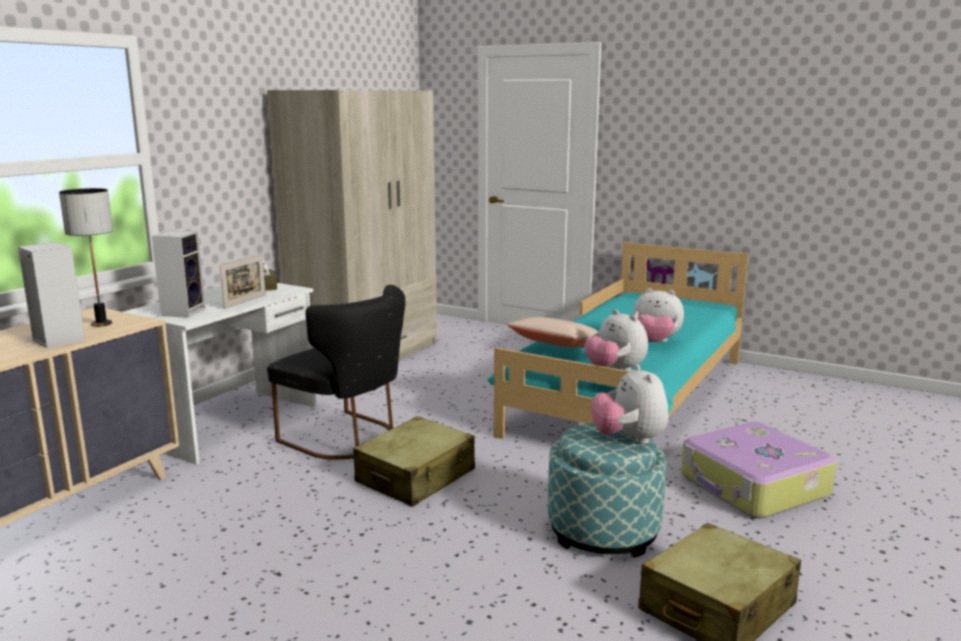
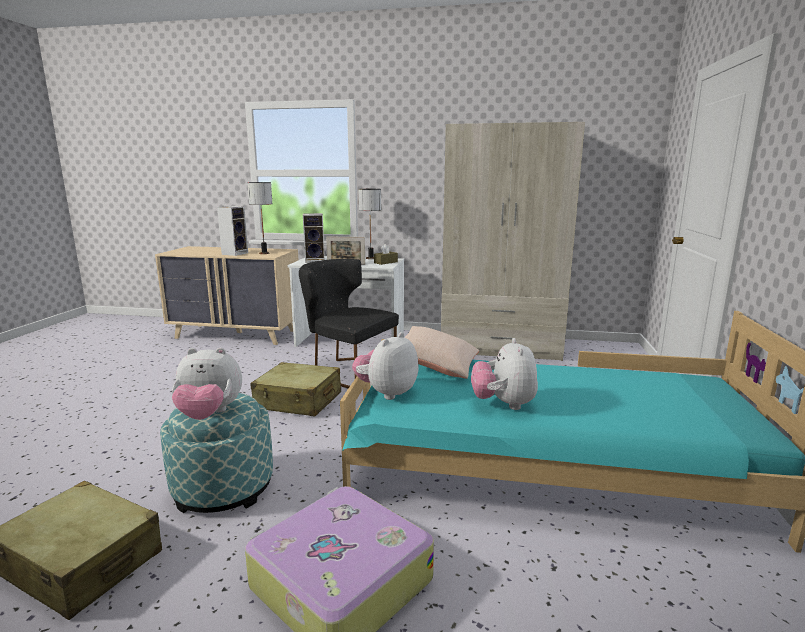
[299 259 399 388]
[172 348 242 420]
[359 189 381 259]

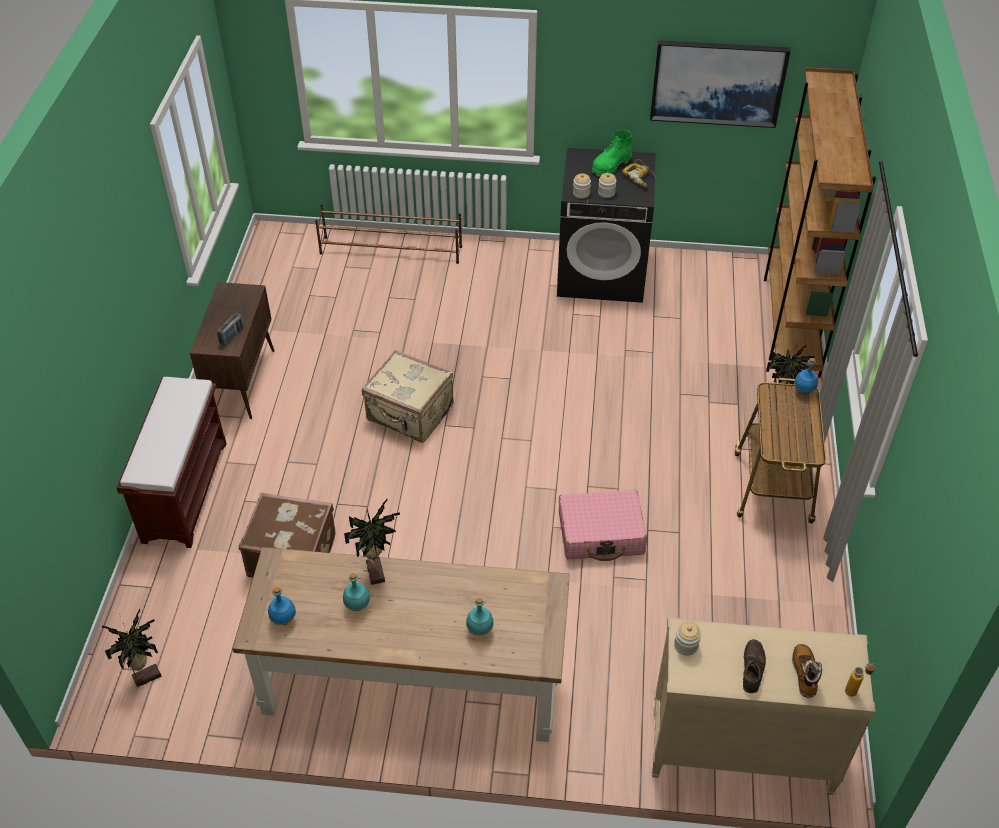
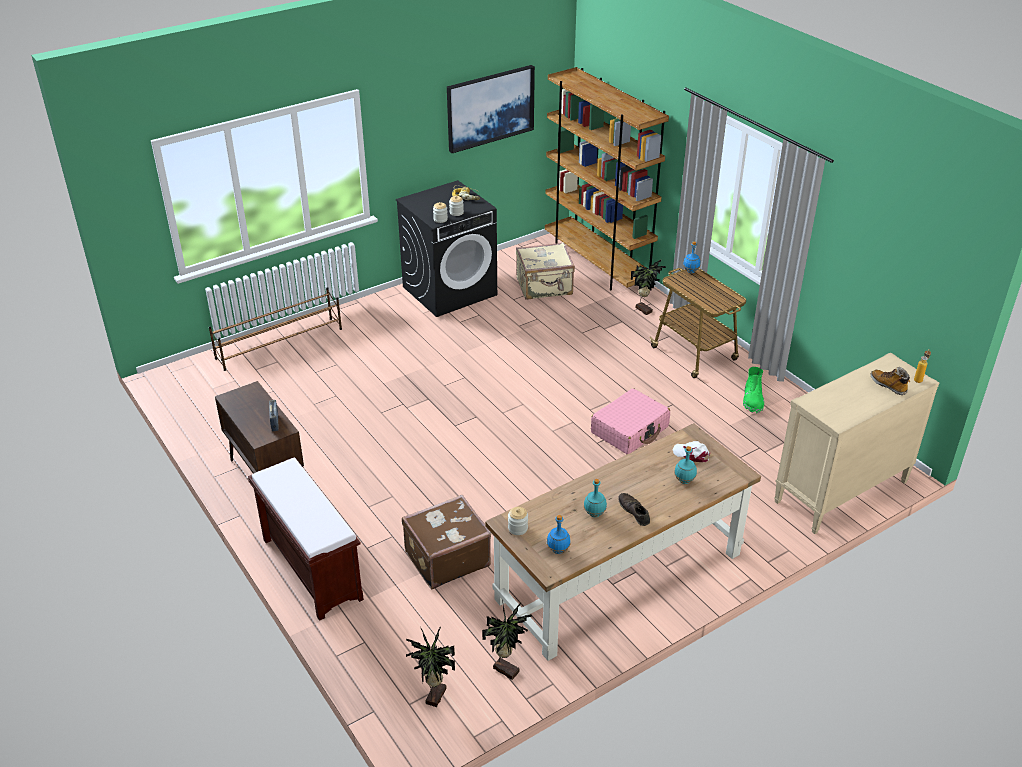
[743 367 764 413]
[516 242 575 300]
[482 600 532 680]
[508 507 528 535]
[618 493 650 526]
[672 441 710 462]

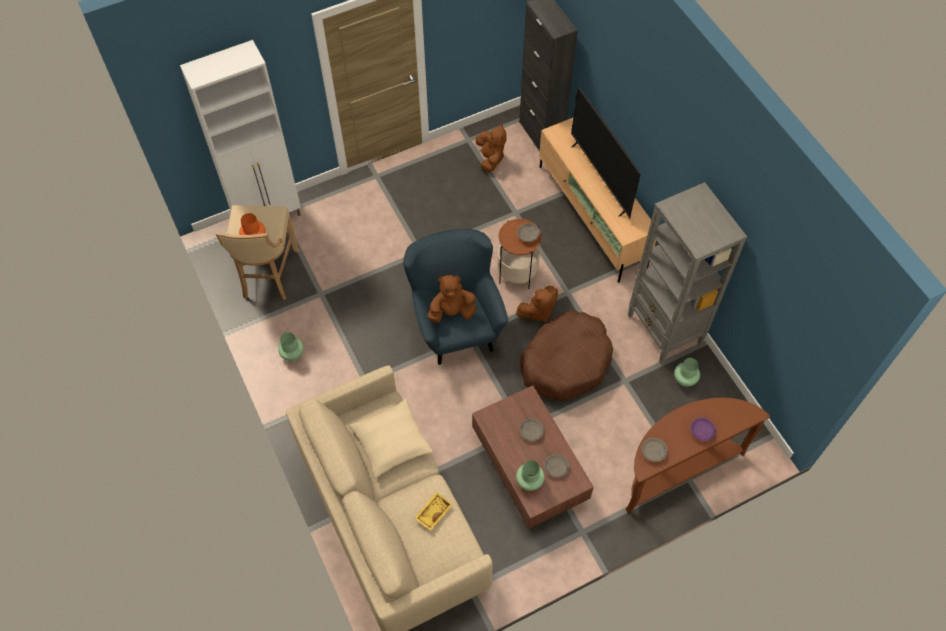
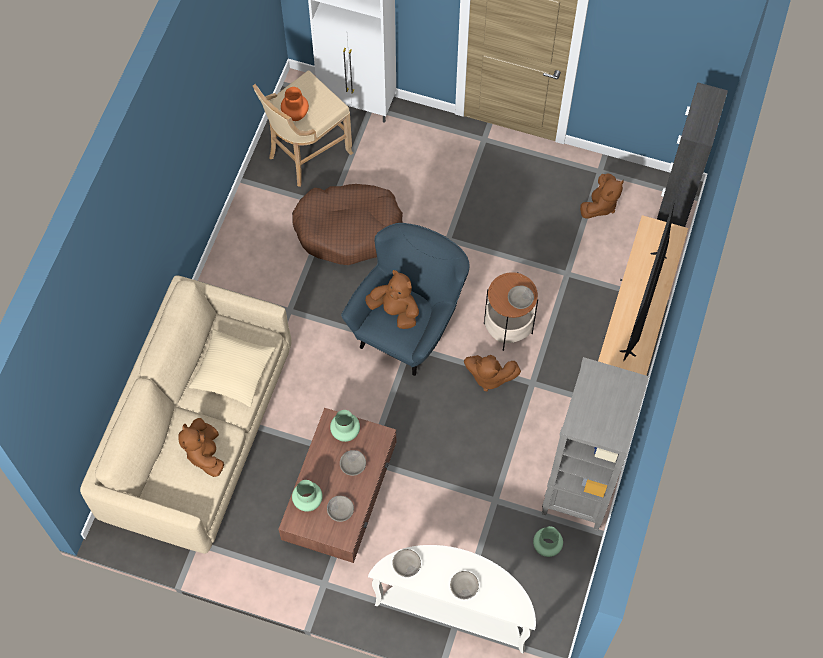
[292 184 403 265]
[330 410 360 442]
[368 545 536 654]
[450 571 479 599]
[178 418 224 477]

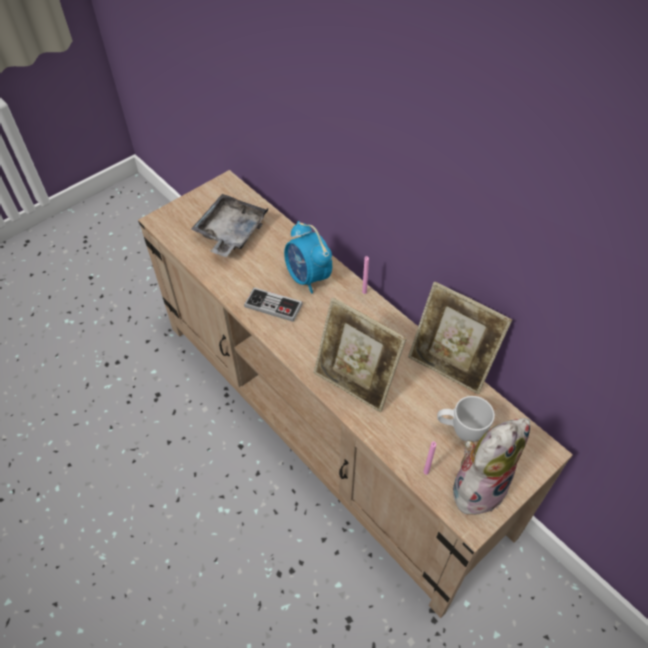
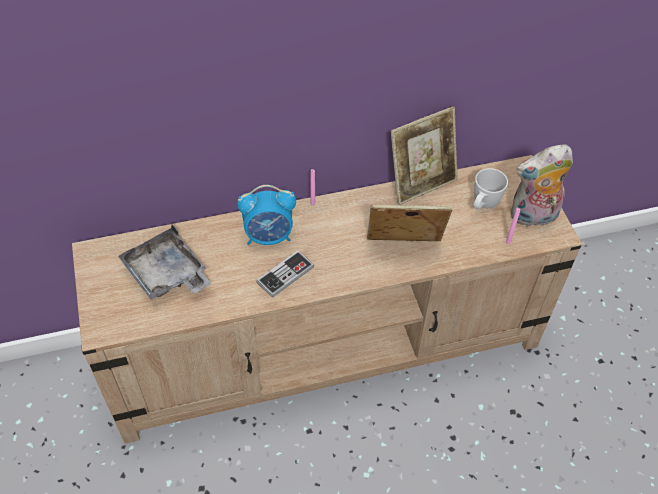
[367 204 453 241]
[510 144 573 227]

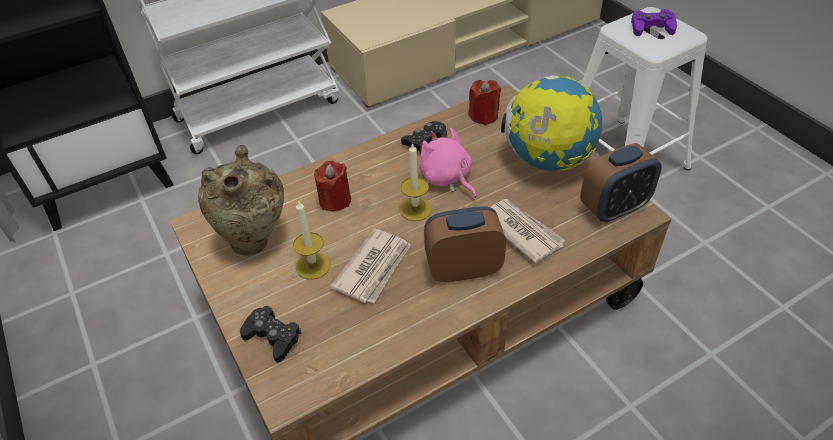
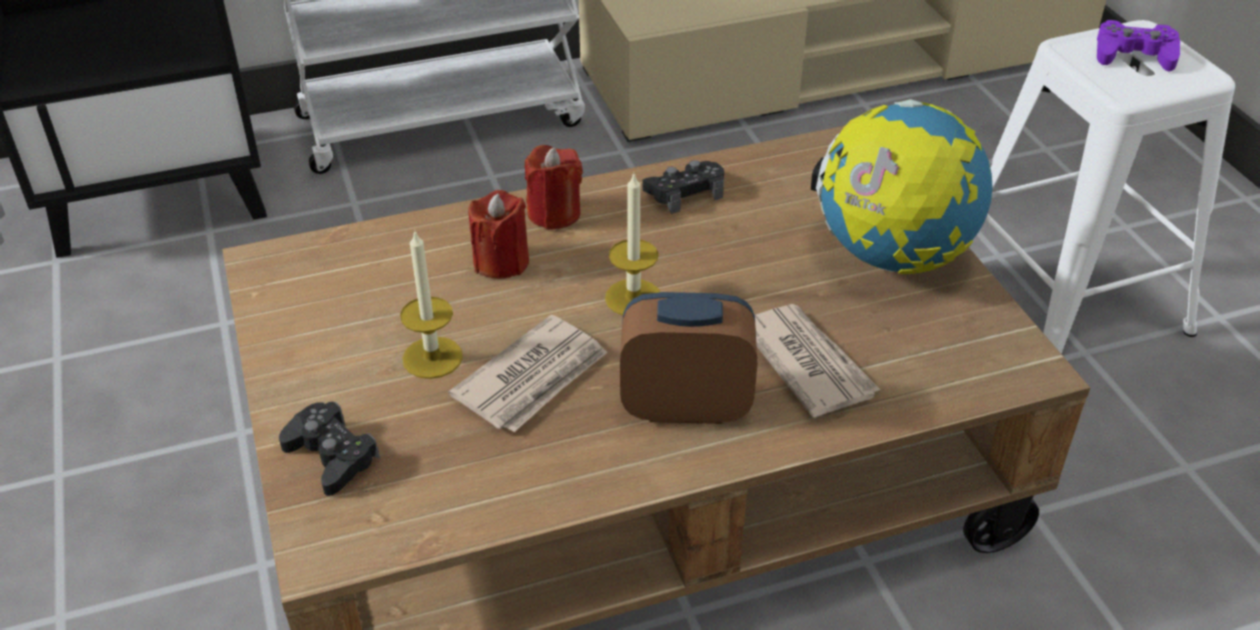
[525 145 583 230]
[419 128 476 198] (first image)
[580 143 662 223] (first image)
[198 145 284 256] (first image)

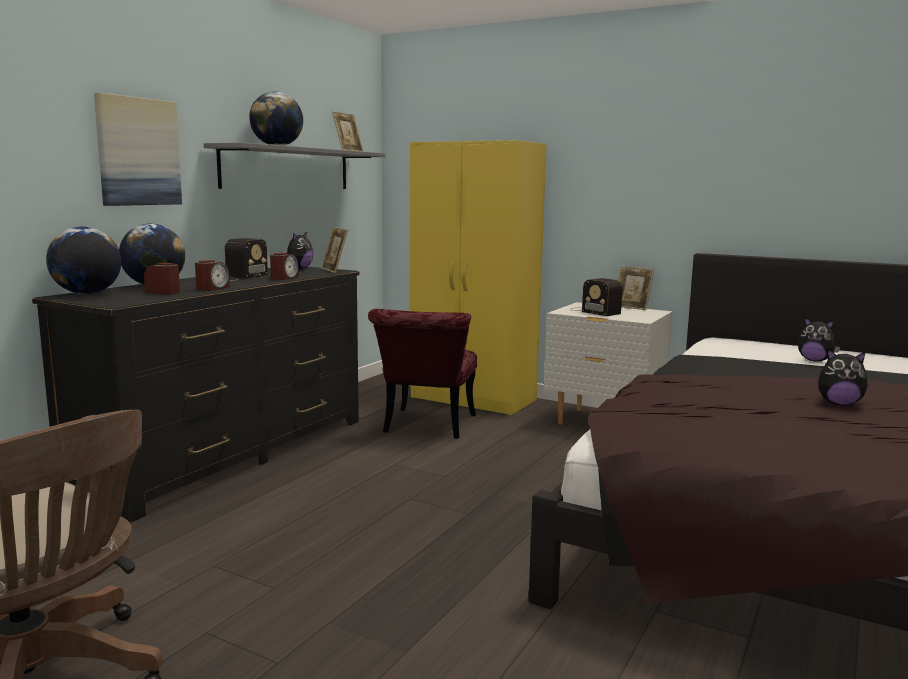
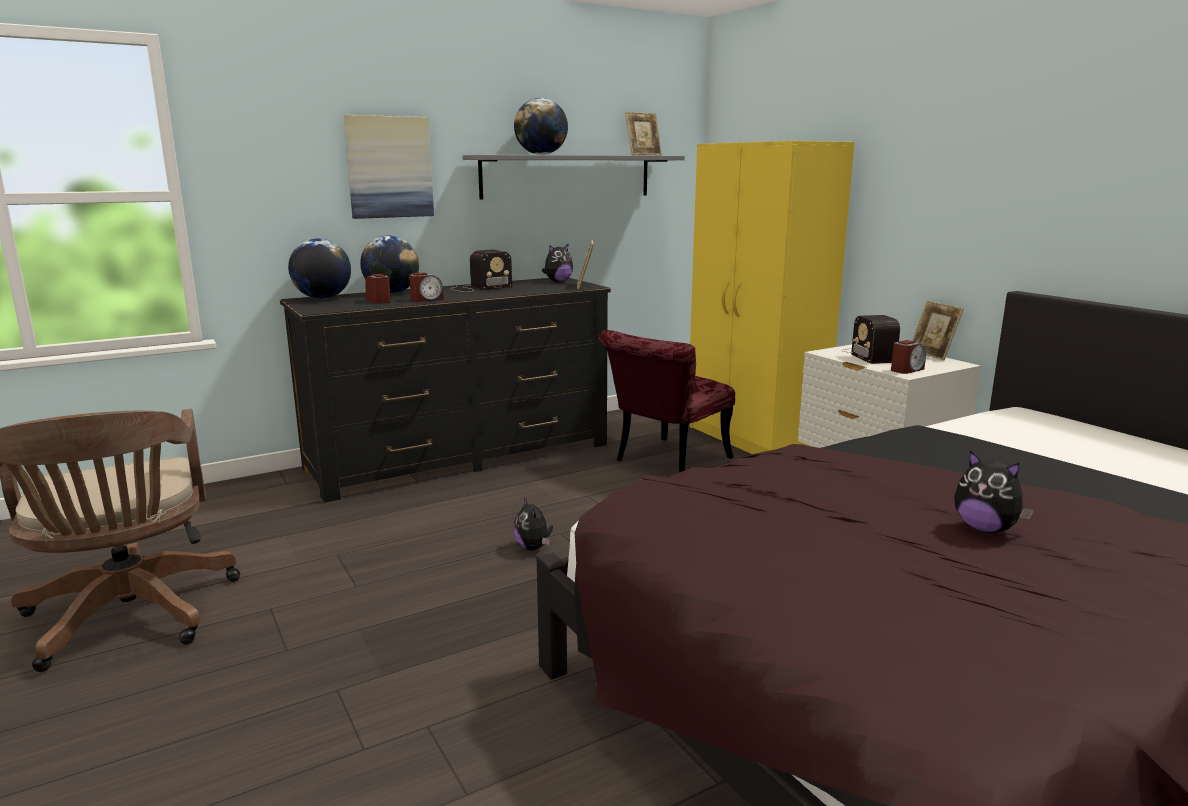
[891 340 926 374]
[513 497 553 551]

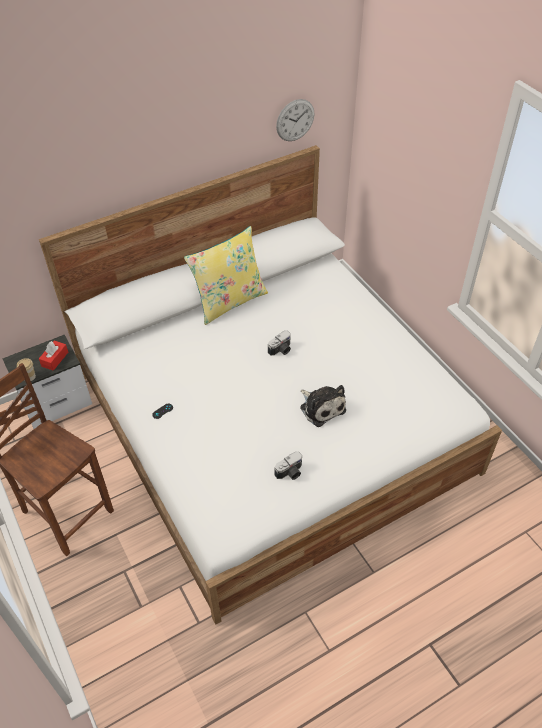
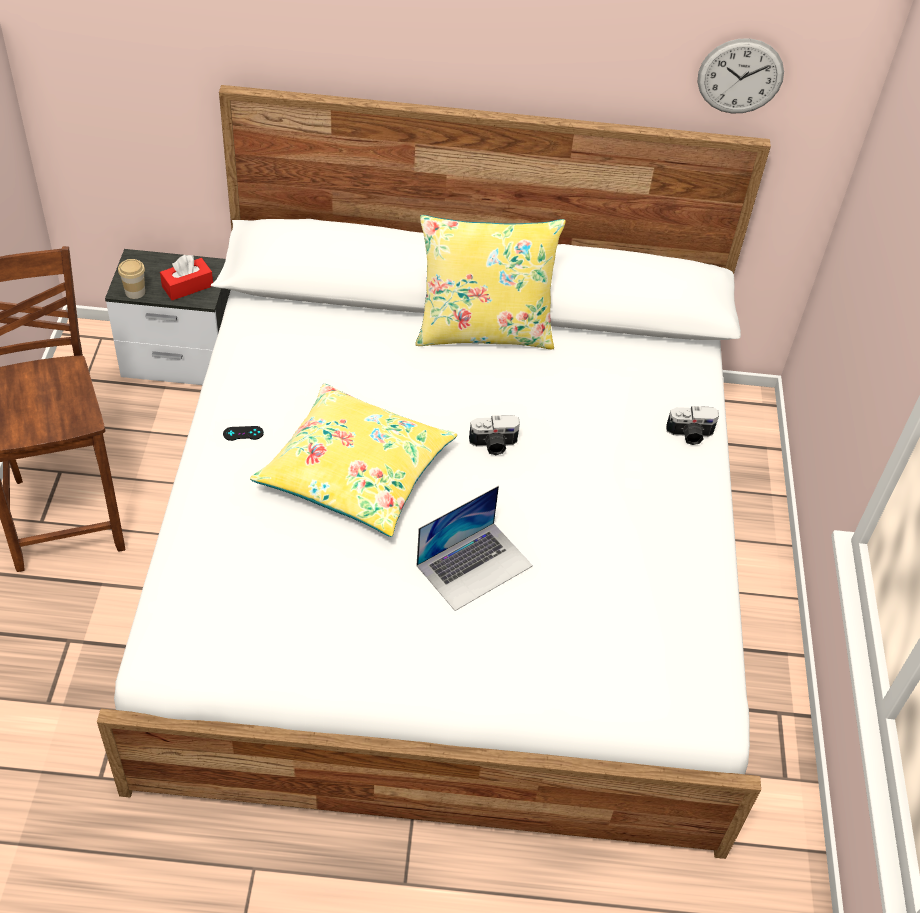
[417 485 533 611]
[666 406 719 445]
[250 384 457 537]

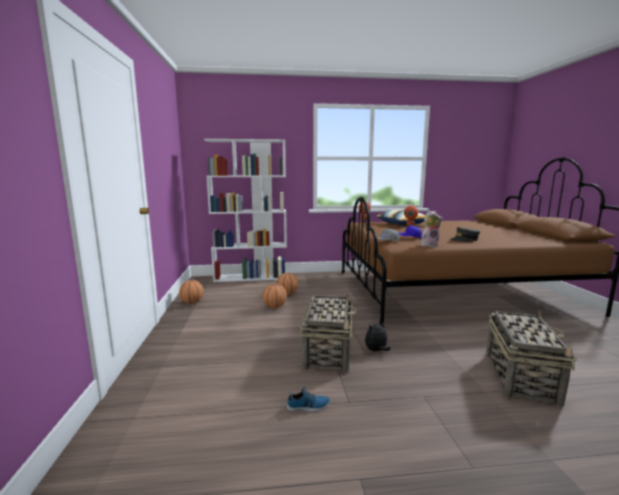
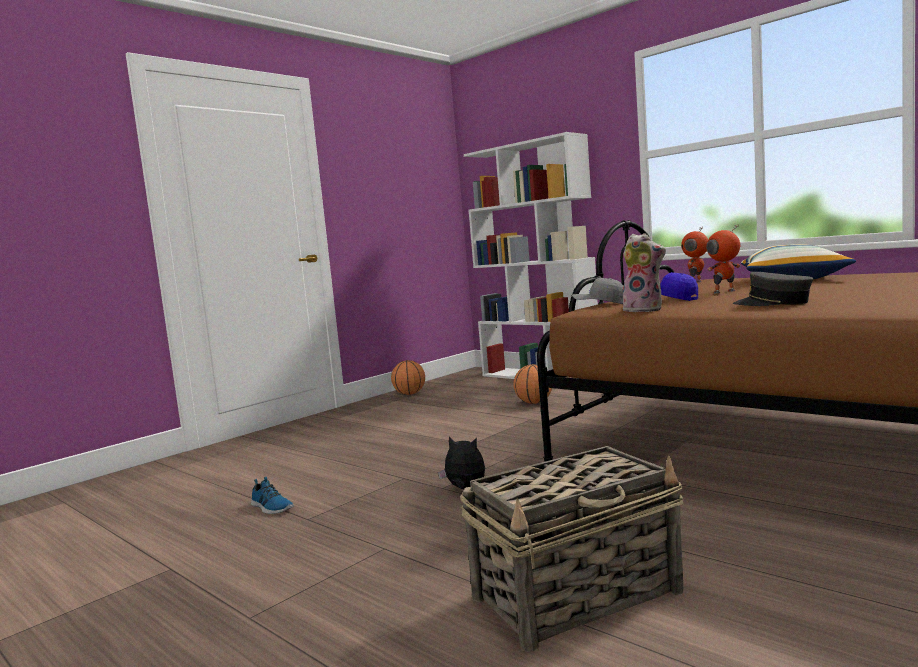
[262 283 287 308] (first image)
[300 292 356 373] (first image)

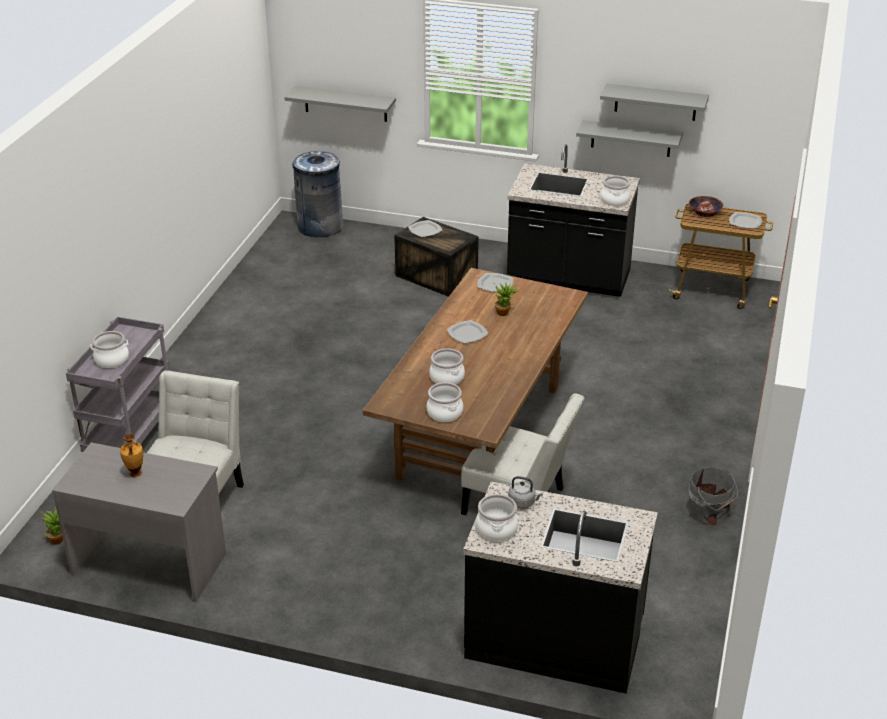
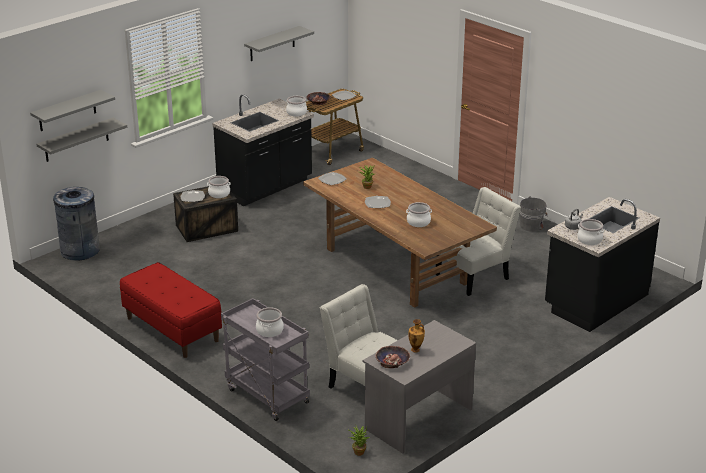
[30 90 115 131]
[207 176 231 198]
[120 262 222 358]
[375 346 410 368]

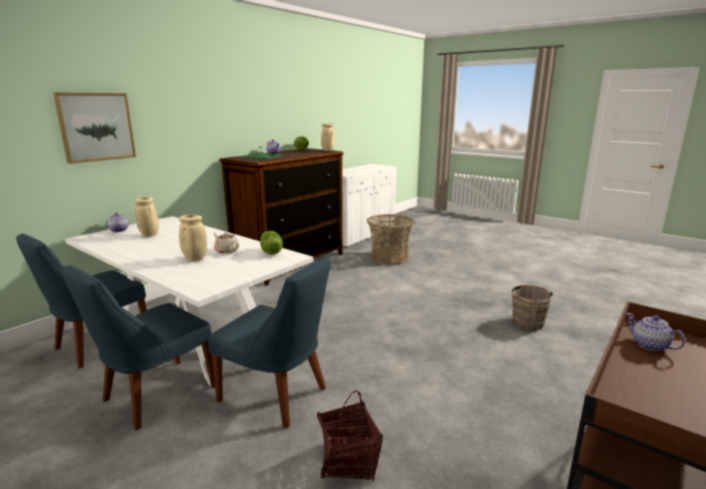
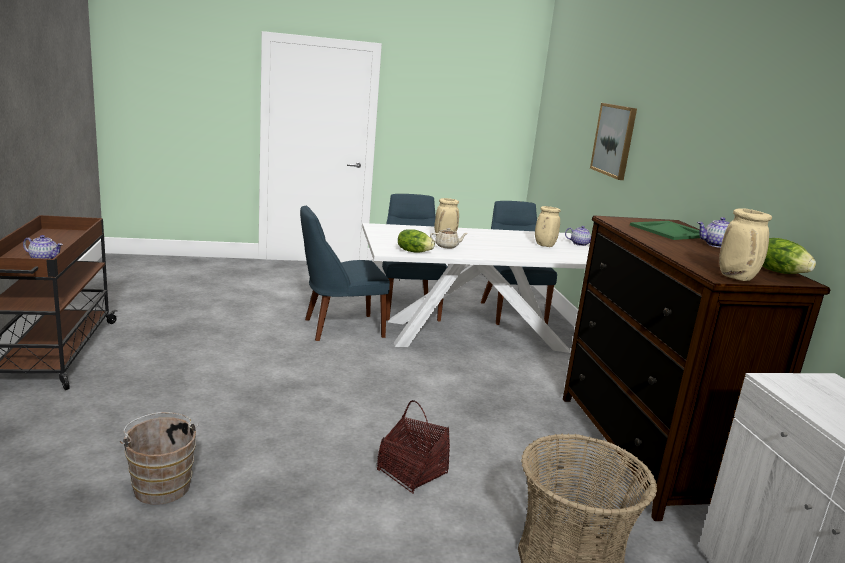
[377 400 450 494]

